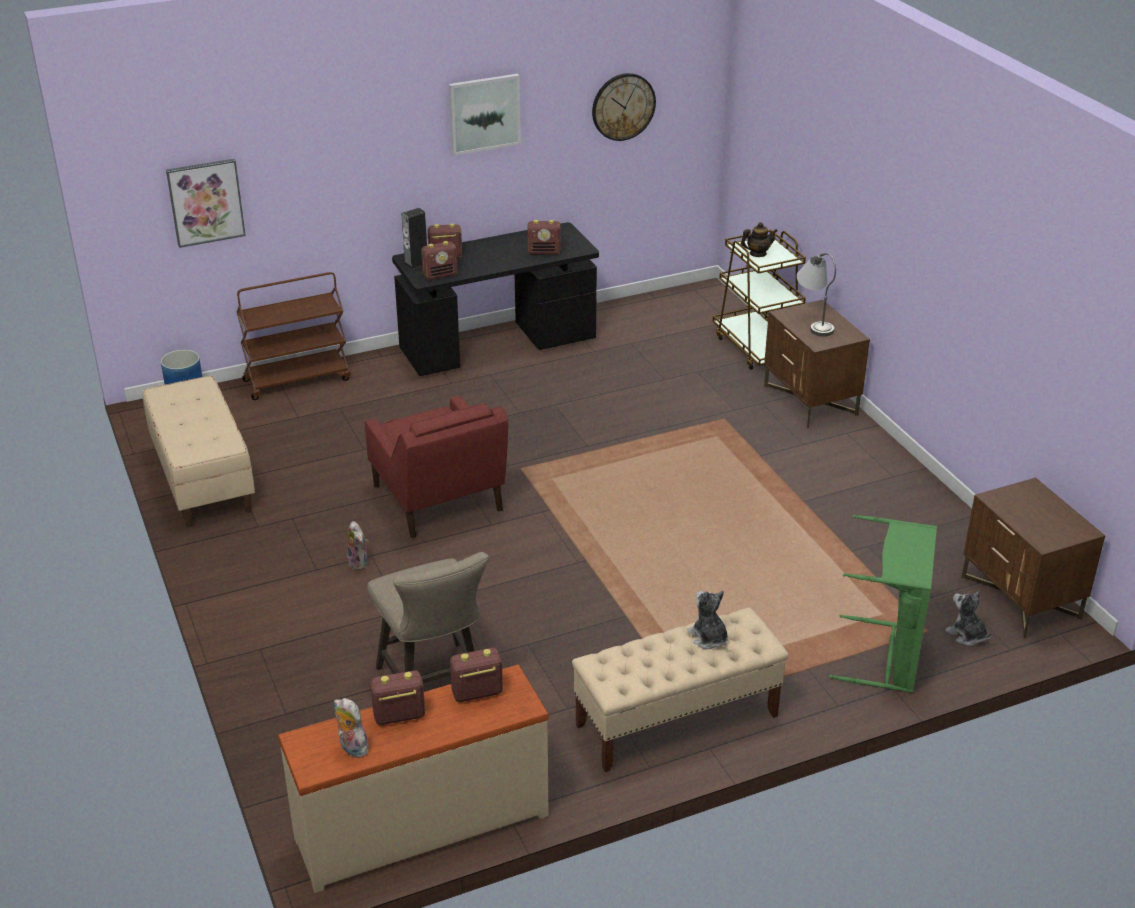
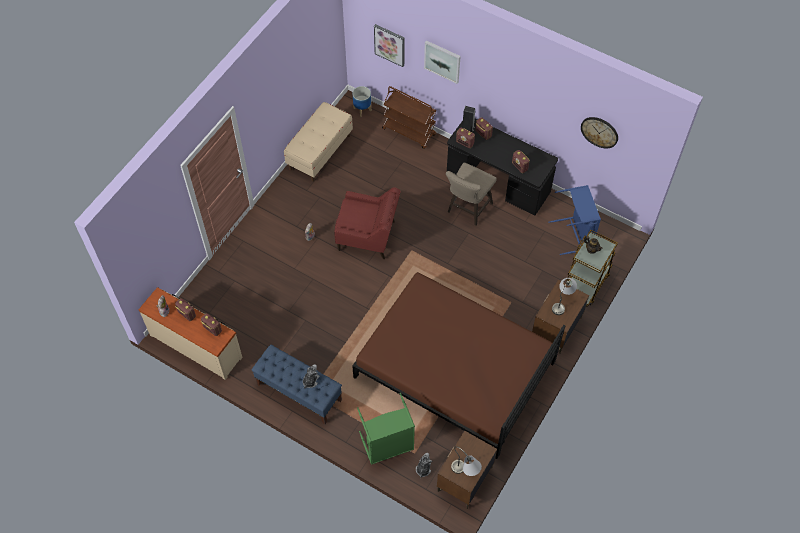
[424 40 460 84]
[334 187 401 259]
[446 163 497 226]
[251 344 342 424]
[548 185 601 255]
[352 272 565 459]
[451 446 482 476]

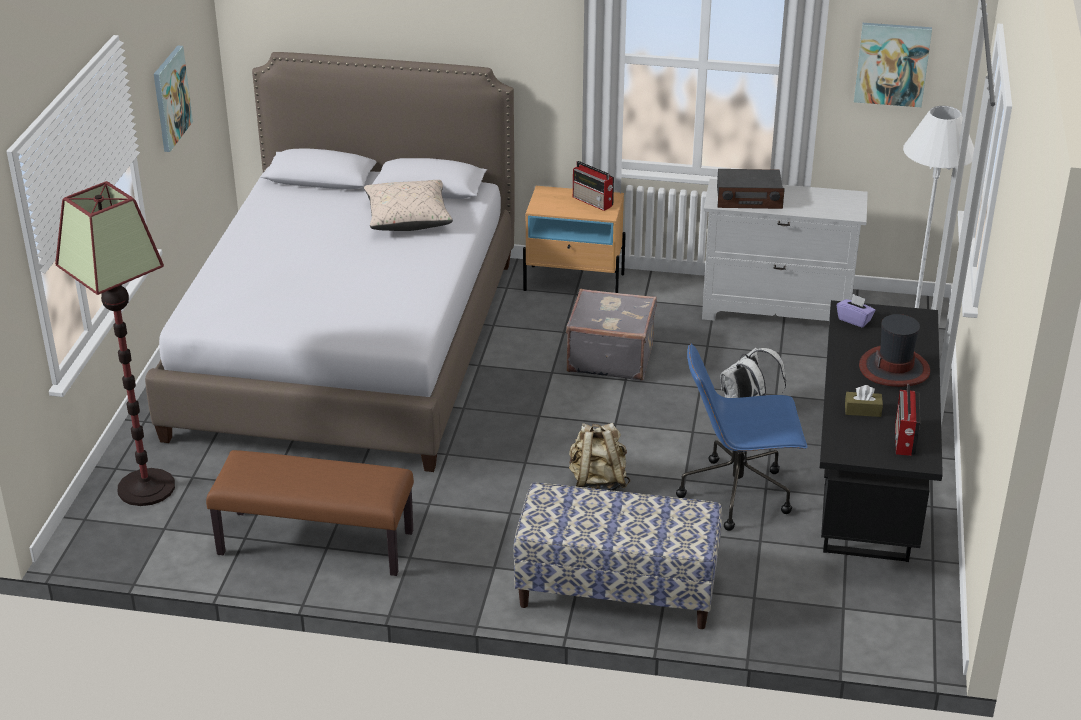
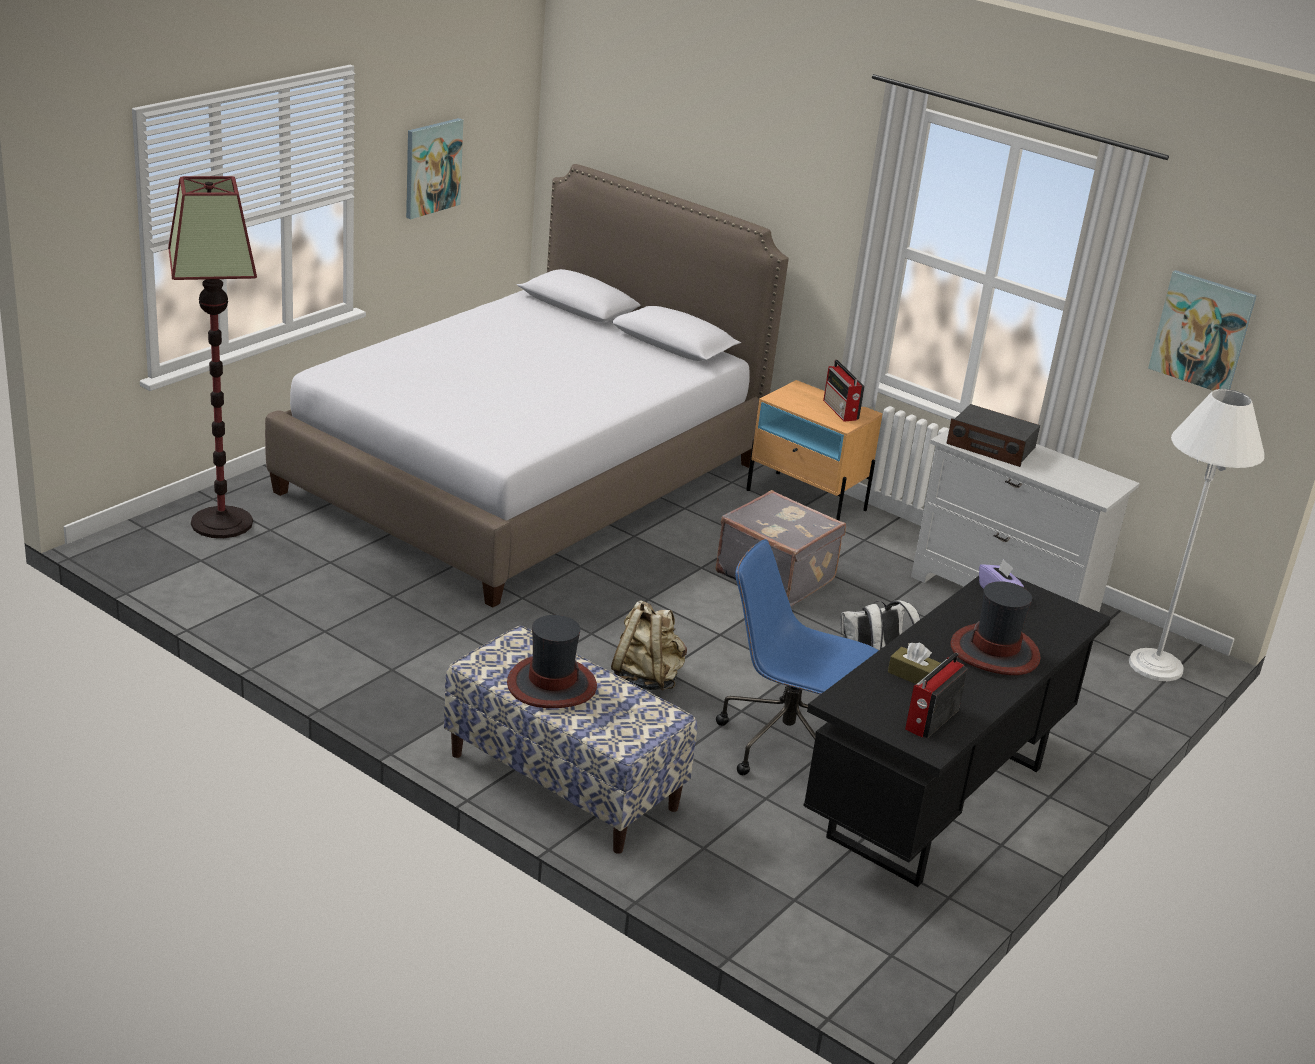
[364 180 453 231] (first image)
[206 450 414 576] (first image)
[507 615 597 708]

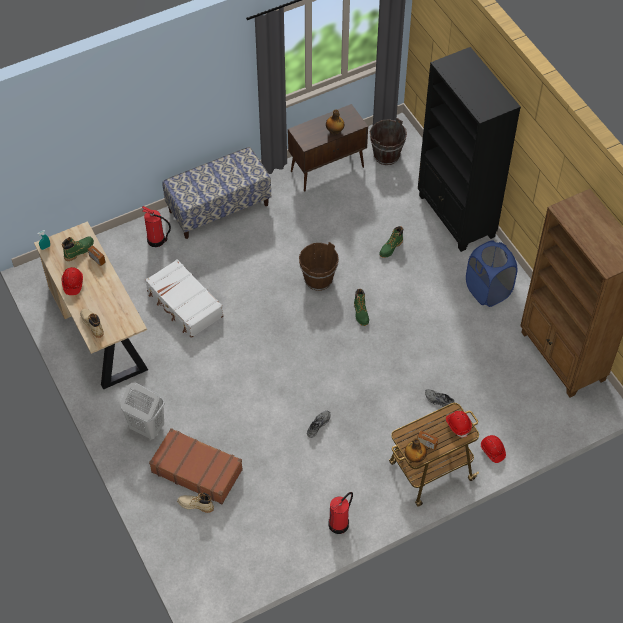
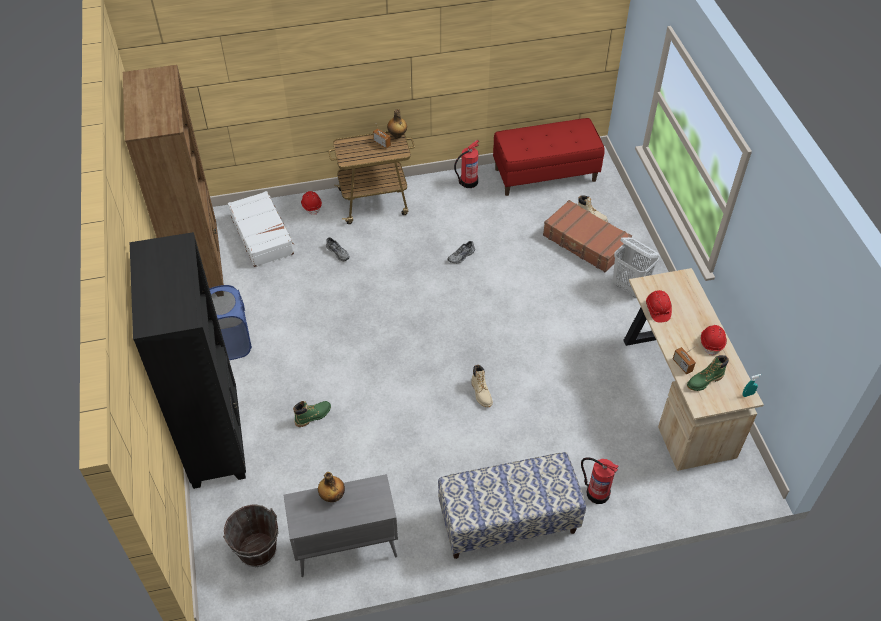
[284 474 398 577]
[299 242 339 291] (first image)
[228 191 294 267]
[354 289 369 326] (first image)
[471 365 493 407]
[646 290 672 322]
[493 118 605 196]

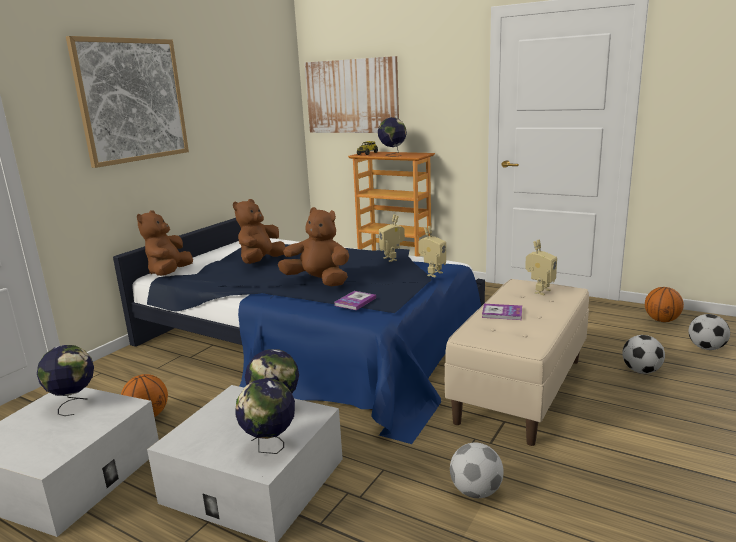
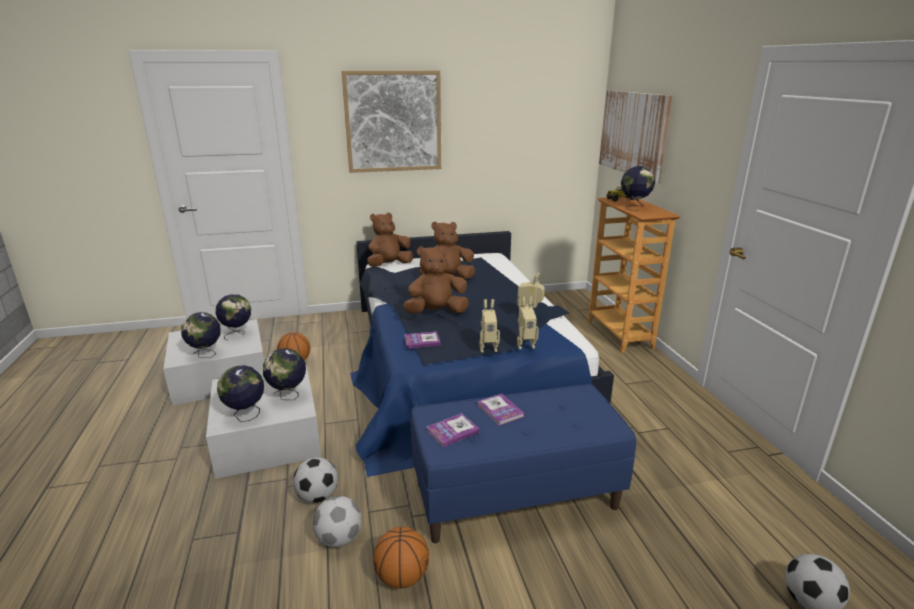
[403 246 469 313]
[480 299 500 353]
[410 384 636 543]
[373 527 429 589]
[293 457 338 503]
[181 312 221 358]
[426 413 480 447]

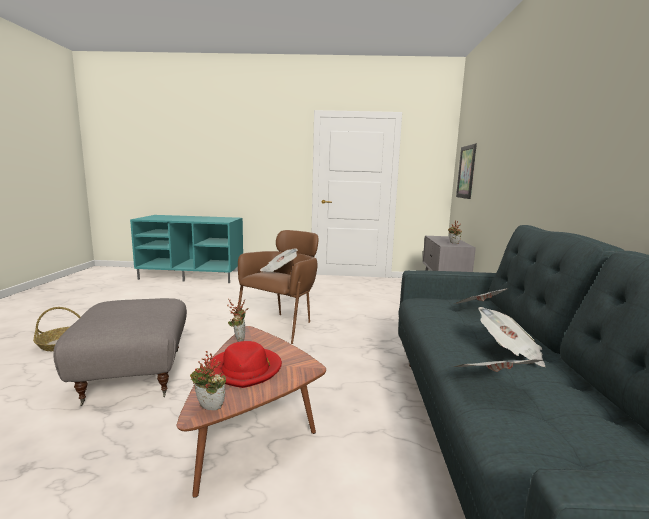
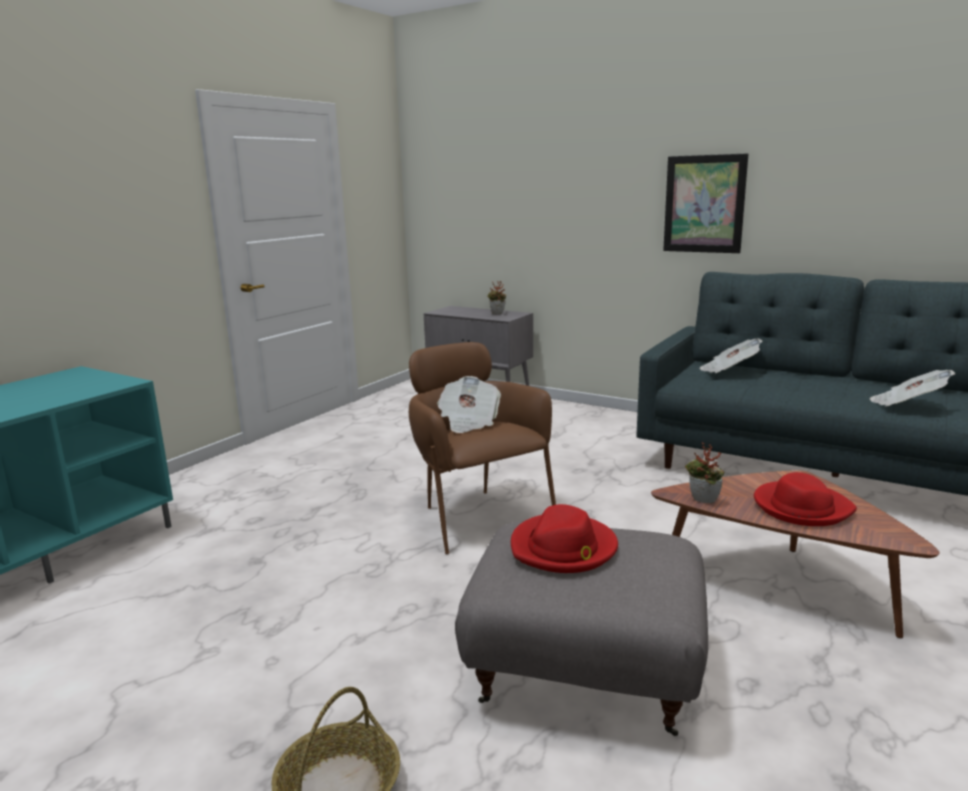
[663 153 748 253]
[478 307 545 367] (first image)
[190 351 226 410] (first image)
[511 504 618 573]

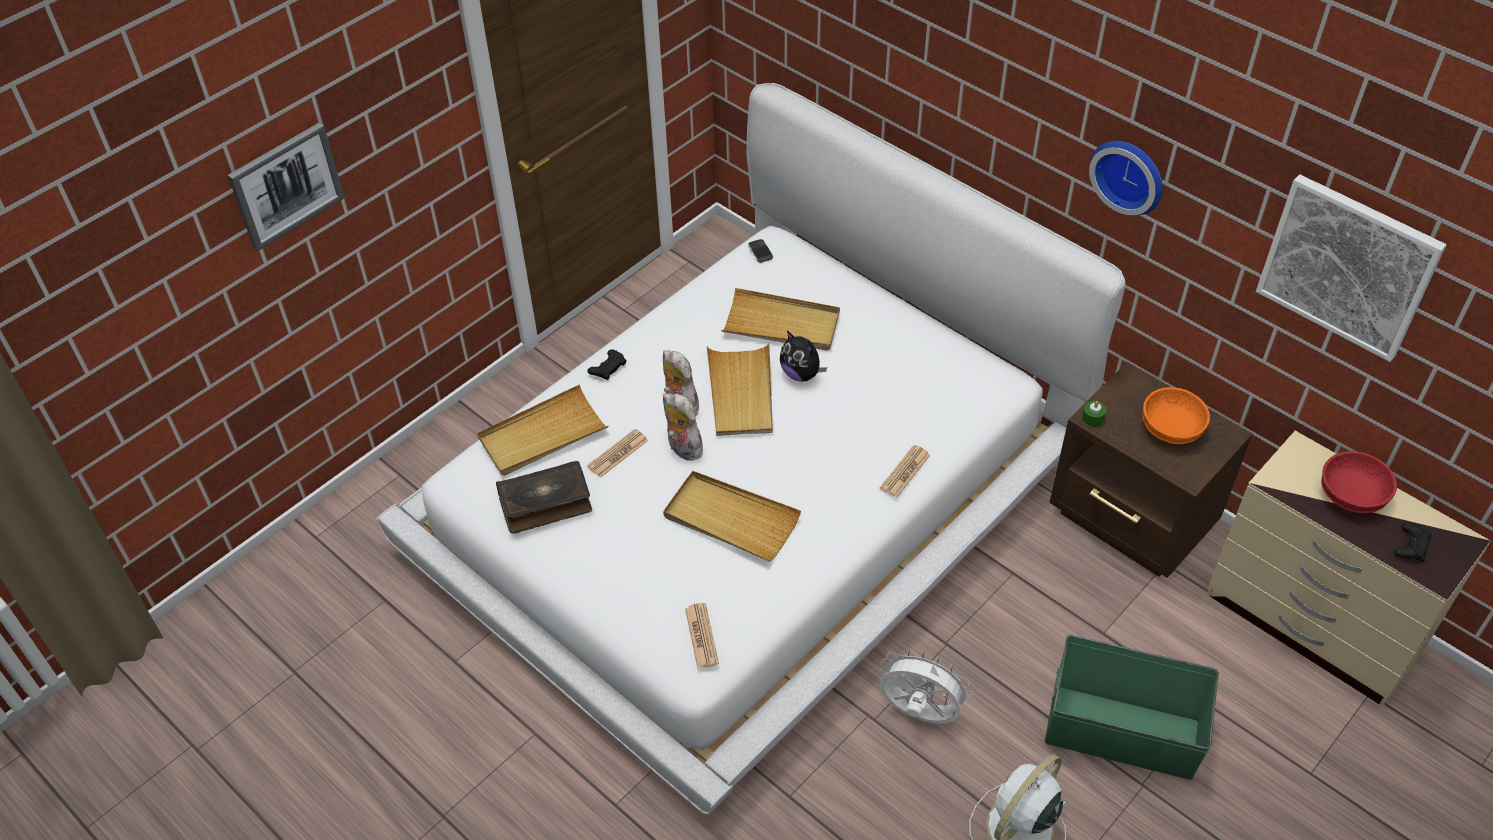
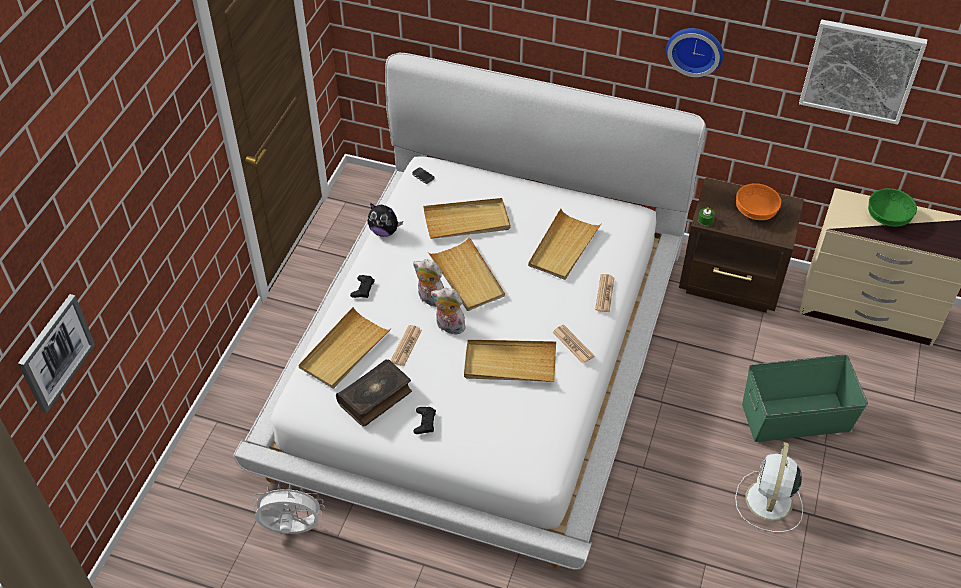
[18 294 95 413]
[368 203 403 237]
[868 188 917 227]
[414 407 436 434]
[553 325 594 363]
[252 484 325 534]
[528 209 602 280]

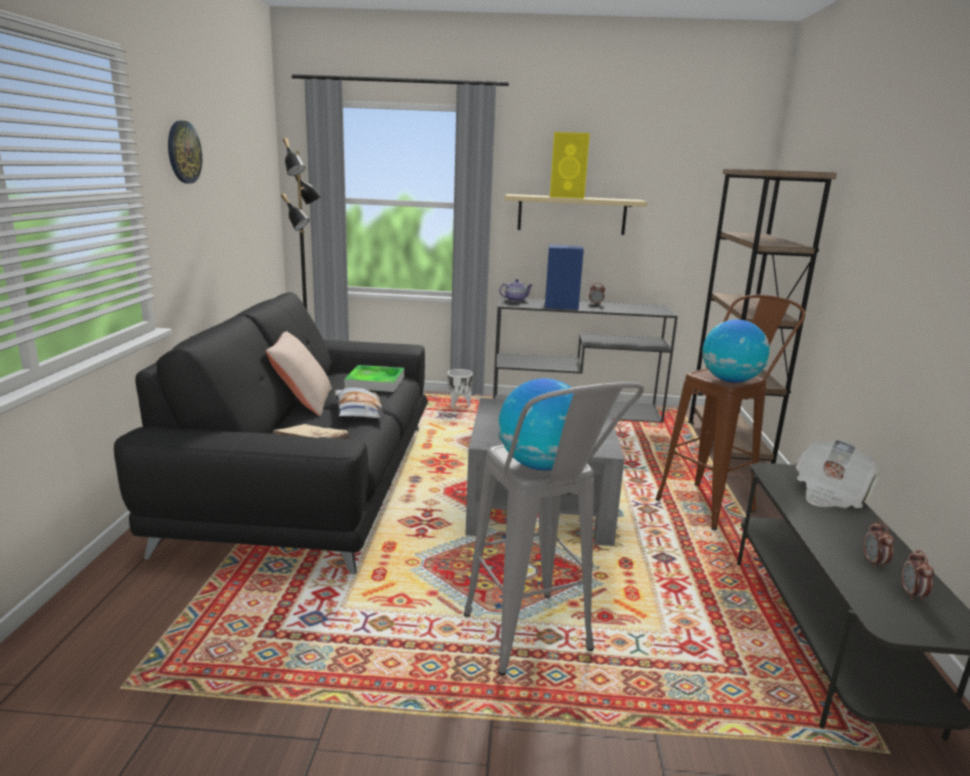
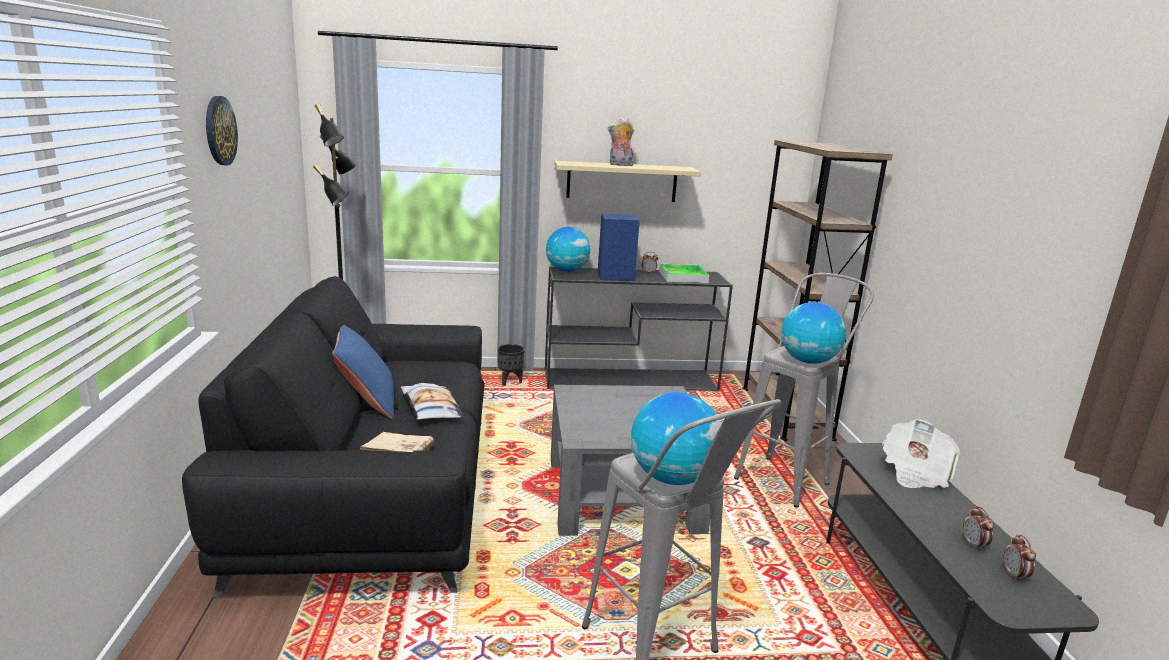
[608 117 634 166]
[546 227 590 272]
[734 273 874 508]
[332 325 394 419]
[659 264 709 283]
[497 344 524 386]

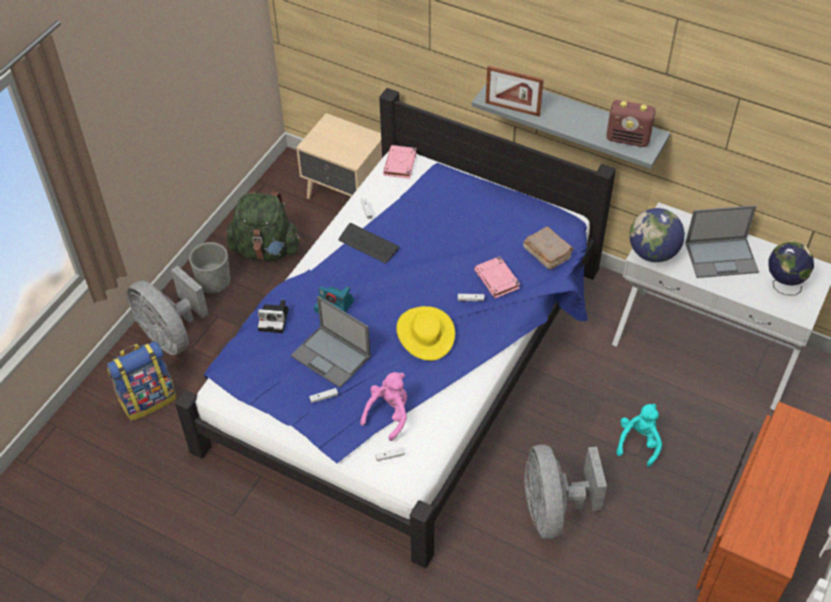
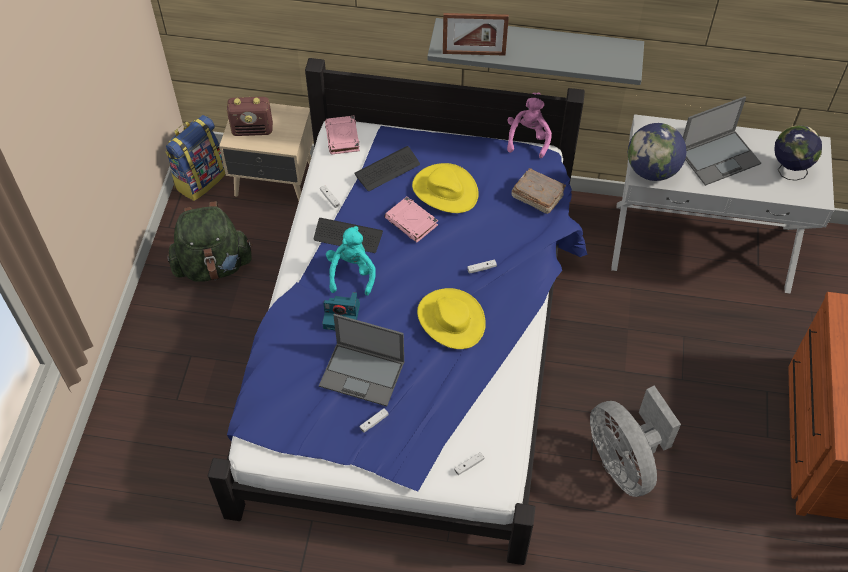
[227 97 273 136]
[189 242 230 294] (first image)
[385 197 438 243]
[126 266 209 355] (first image)
[258 300 288 333] (first image)
[165 115 225 201]
[507 93 552 158]
[326 226 376 296]
[354 146 420 191]
[412 163 479 213]

